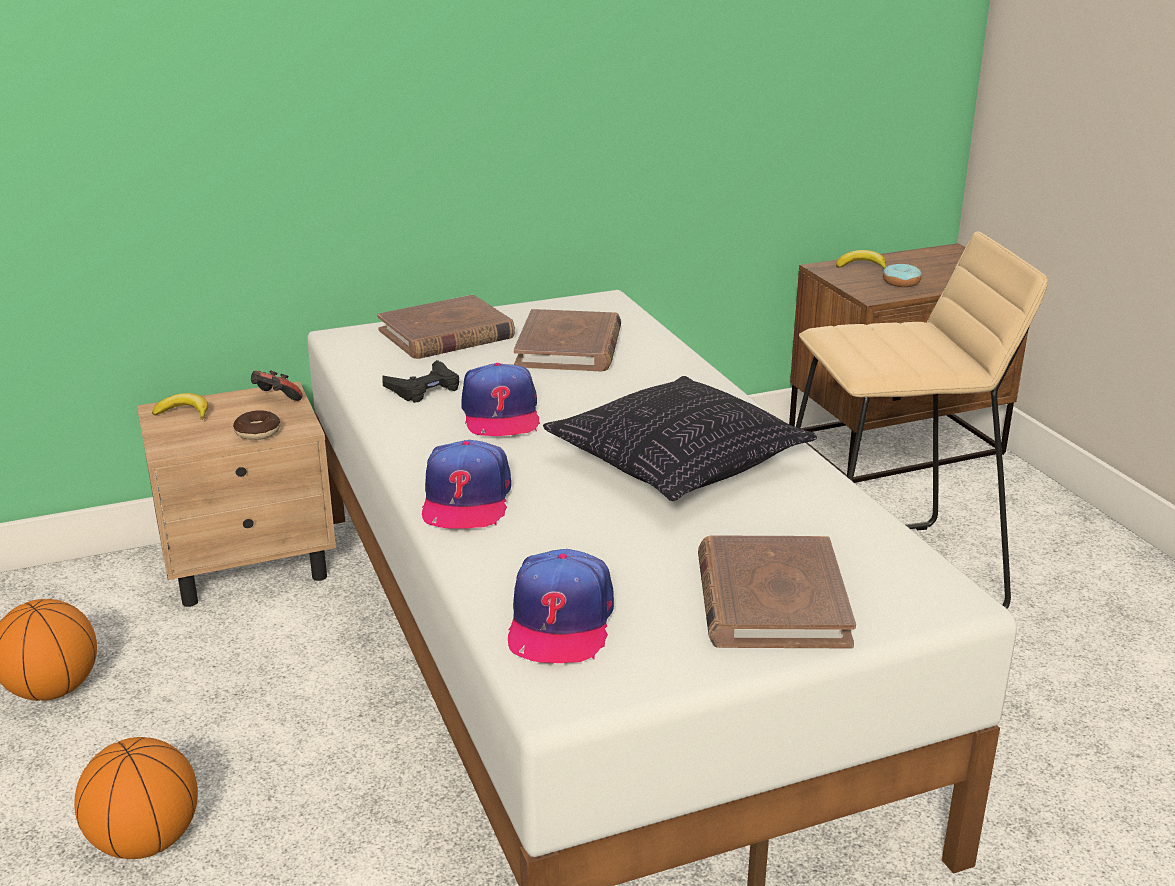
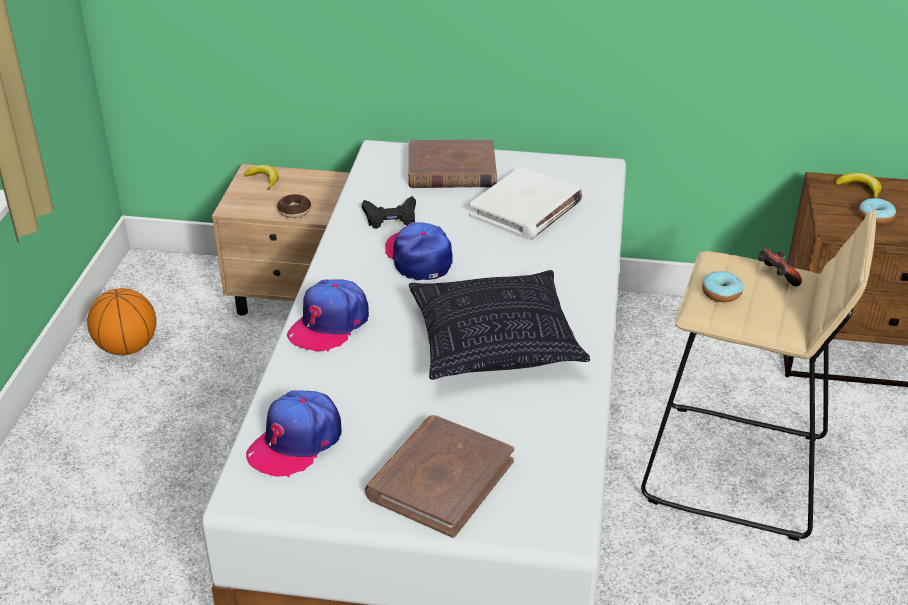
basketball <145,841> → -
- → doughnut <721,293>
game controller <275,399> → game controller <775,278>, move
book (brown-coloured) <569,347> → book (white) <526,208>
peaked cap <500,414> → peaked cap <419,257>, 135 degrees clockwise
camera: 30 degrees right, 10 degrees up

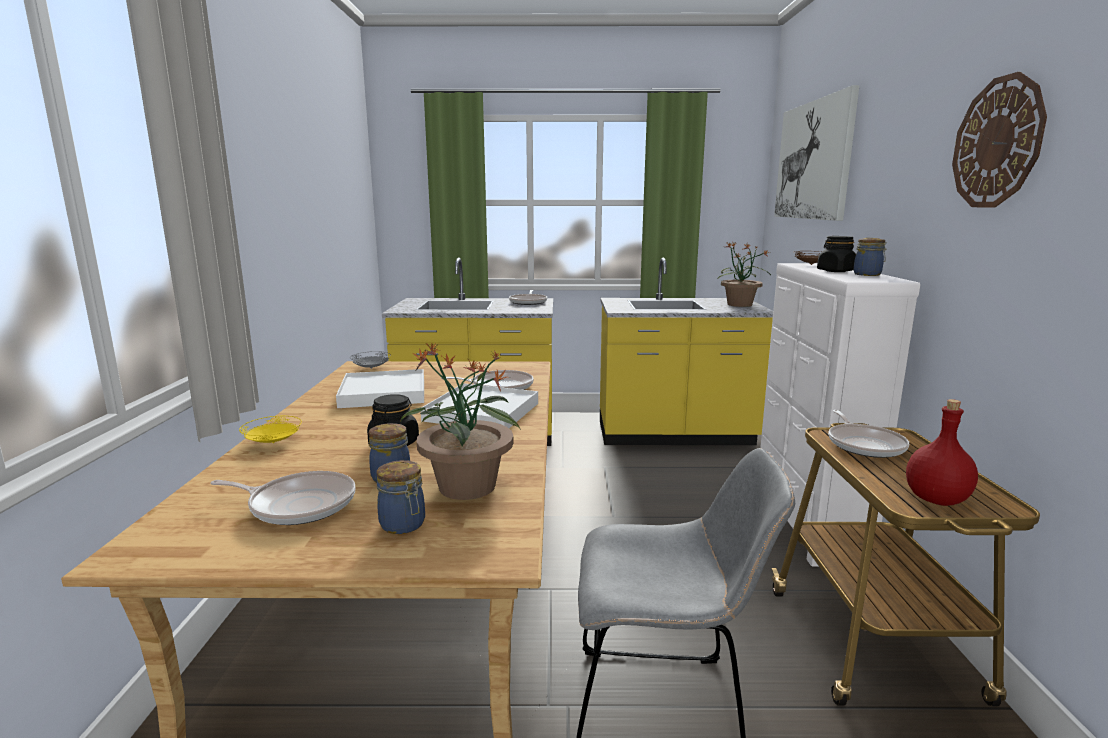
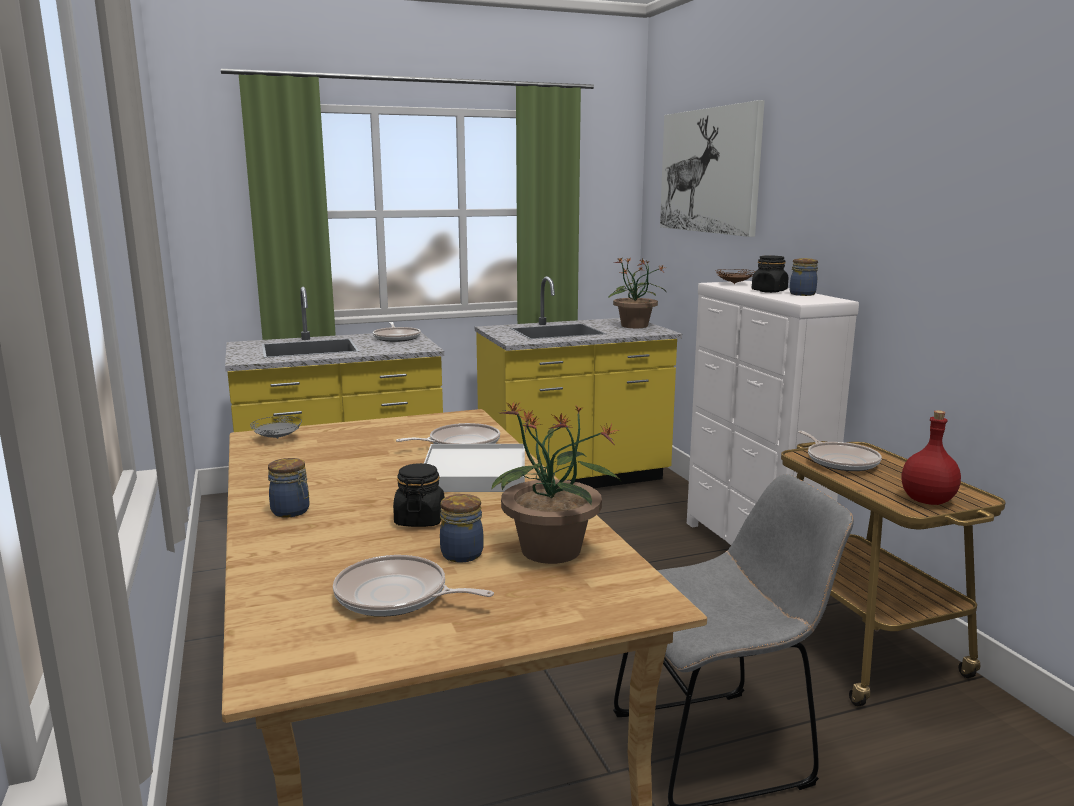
dinner plate (yellowish) <273,442> → -
tray (white) <384,393> → -
wall clock <997,143> → -
preserve jar <403,525> → preserve jar <292,511>, move
frying pan <298,505> → frying pan <396,596>, 150 degrees counterclockwise
camera: 20 degrees left, 0 degrees up

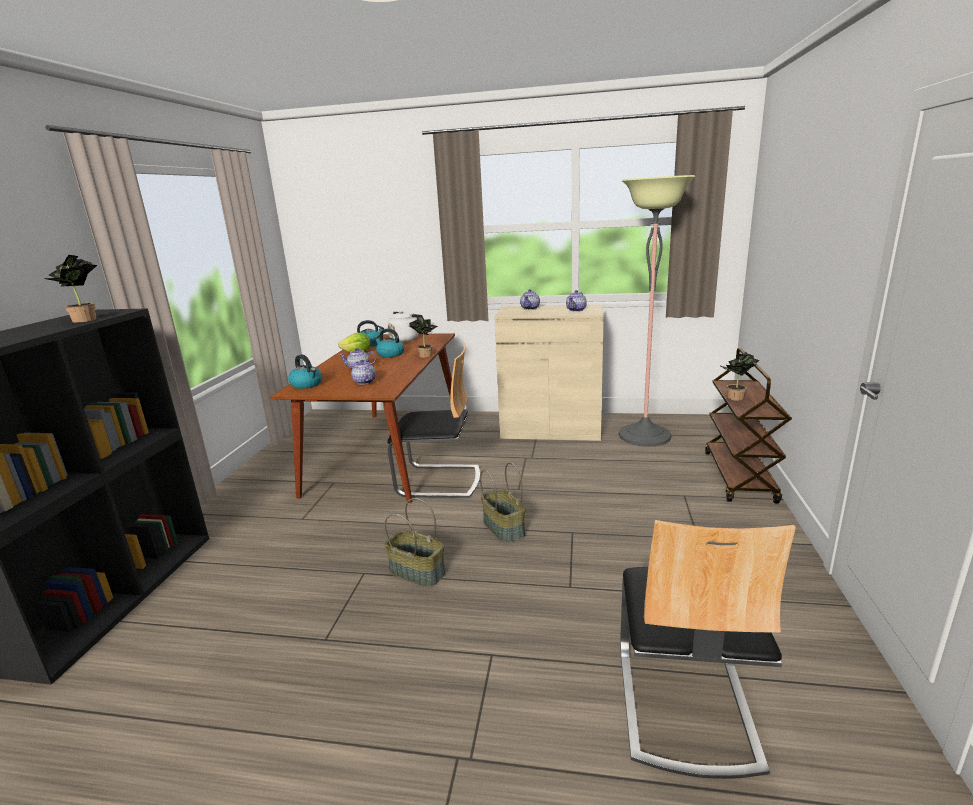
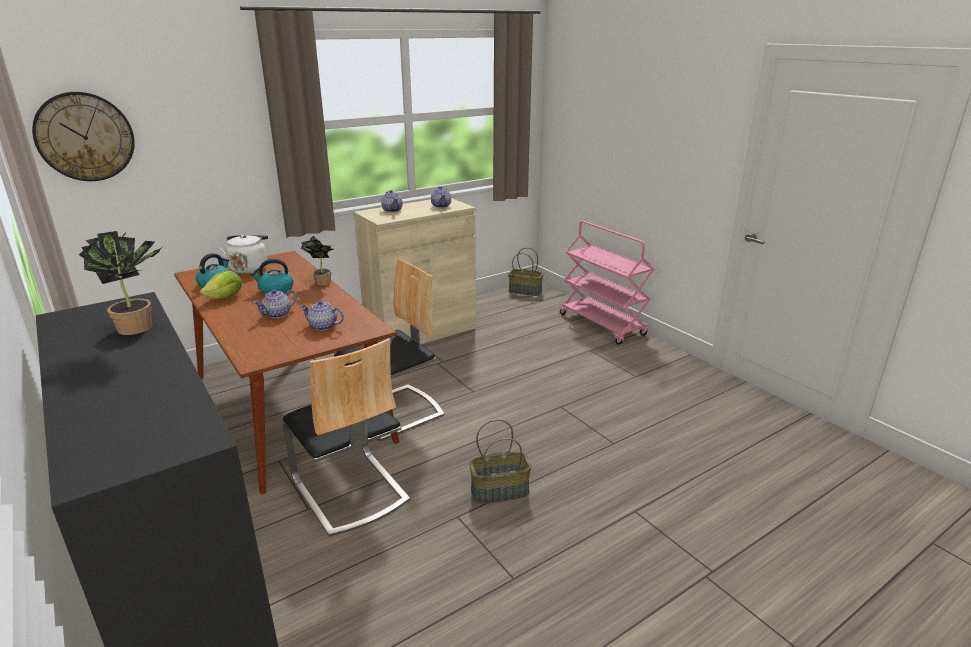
water kettle <307,384> → -
standard lamp <644,435> → -
houseplant <735,398> → -
- → wall clock <85,137>
household basket <504,528> → household basket <525,291>, move
chair <684,704> → chair <349,491>, move
cart (brown-coloured) <739,477> → cart (pink) <602,325>
camera: 45 degrees left, 5 degrees up

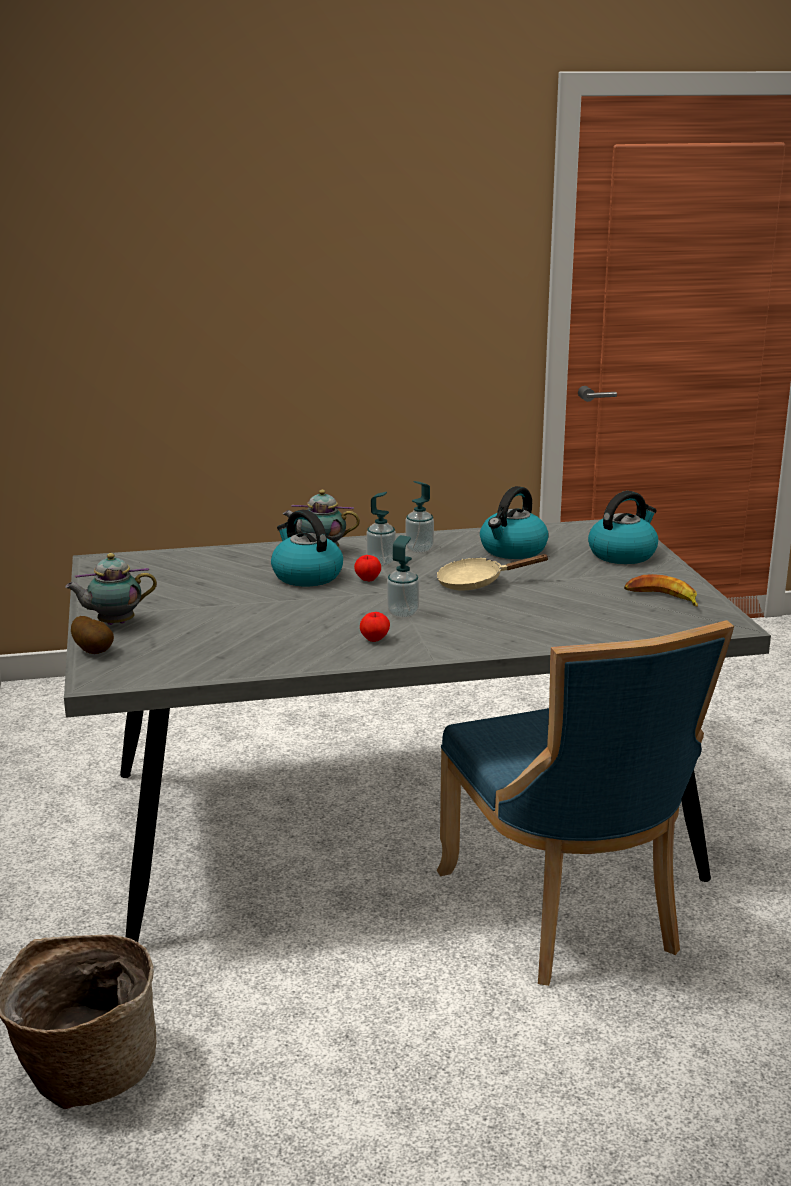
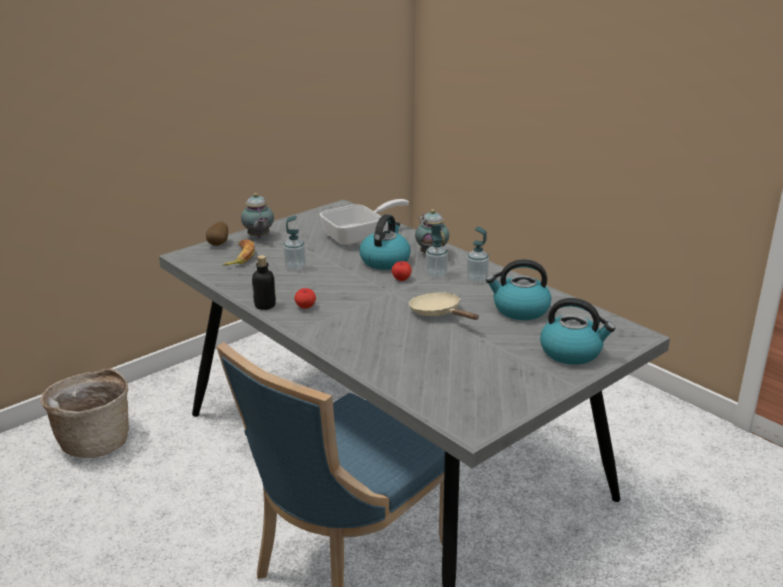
- → drink bottle <265,305>
- → frying pan <358,236>
soap dispenser <403,613> → soap dispenser <295,267>, move
whole banana <662,598> → whole banana <239,257>, move
pot for tea <113,624> → pot for tea <258,237>, 150 degrees counterclockwise
camera: 60 degrees right, 5 degrees up

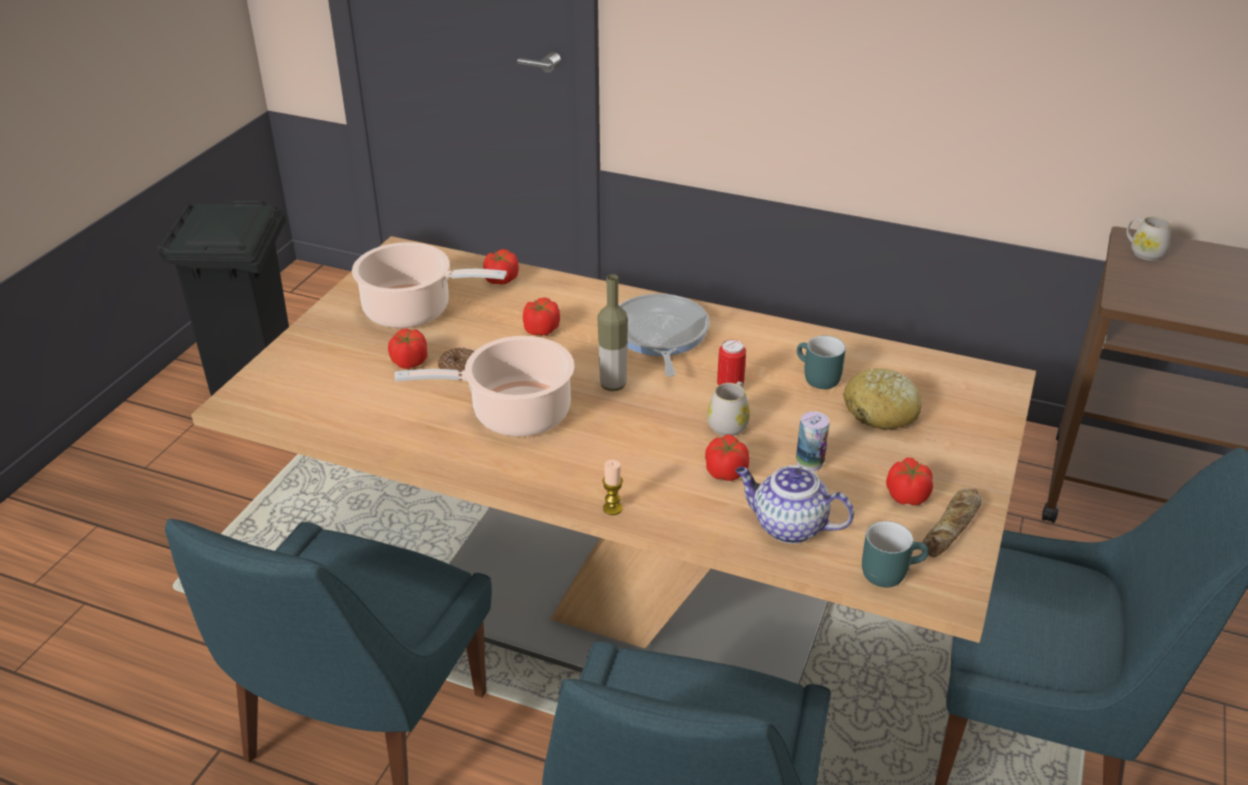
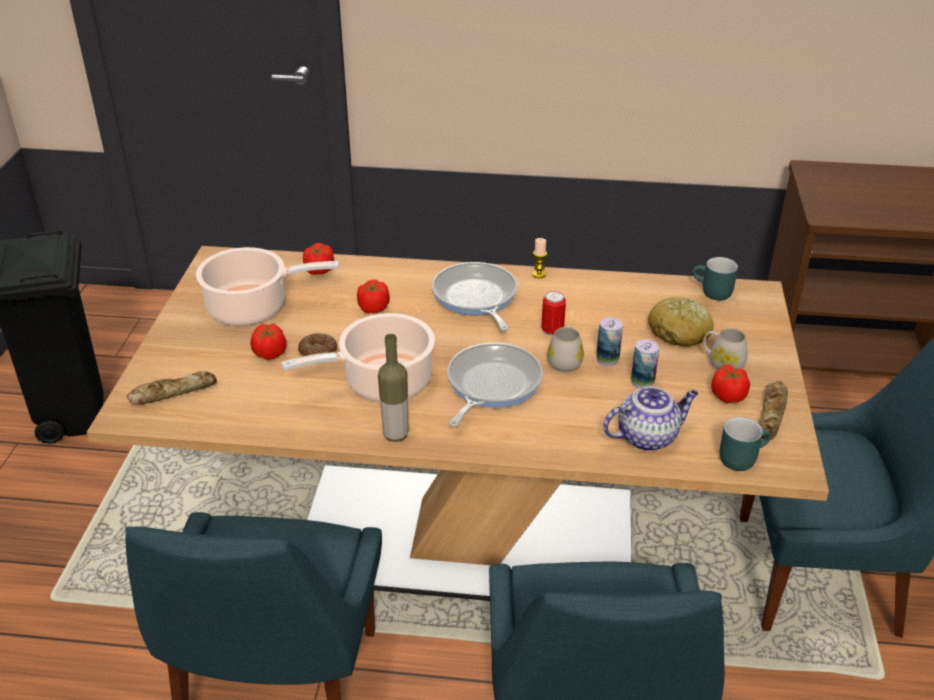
tomato <726,471> → -
- → baked bread <173,392>
- → frying pan <491,385>
- → can <607,359>
drink bottle <613,385> → drink bottle <395,435>, move
wax candle <612,508> → wax candle <539,274>, move
tea mug (turquoise-coloured) <815,378> → tea mug (turquoise-coloured) <711,293>, move
tea mug (white) <1143,252> → tea mug (white) <722,363>, move
pot for tea <788,526> → pot for tea <648,436>, 150 degrees clockwise
camera: 15 degrees left, 0 degrees up

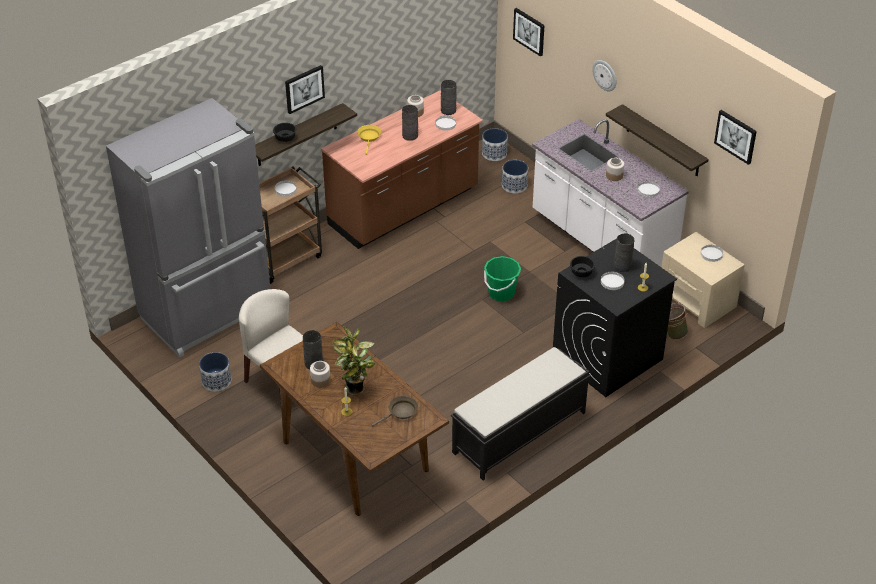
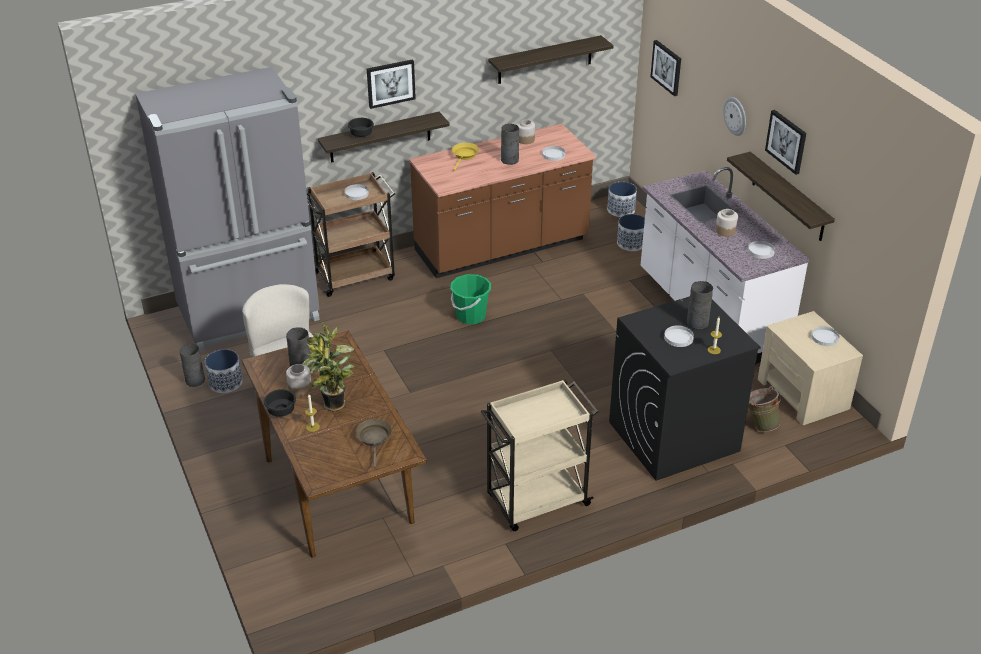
- → wall shelf <545,60>
vase (gray) <447,110> → vase (gray) <194,380>, move
pail (green) <501,293> → pail (green) <471,316>, move
serving bowl (black) <581,272> → serving bowl (black) <281,410>, move
picture <736,136> → picture <786,141>, move
long seat (black) <518,433> → cart (beige) <536,501>
frying pan (brown-coloured) <401,412> → frying pan (brown-coloured) <374,439>, 75 degrees counterclockwise
camera: 15 degrees right, 5 degrees down

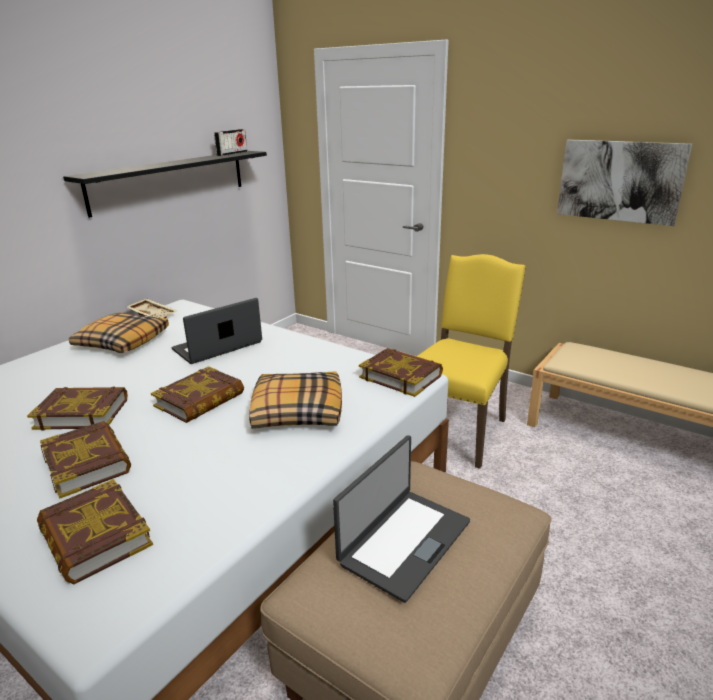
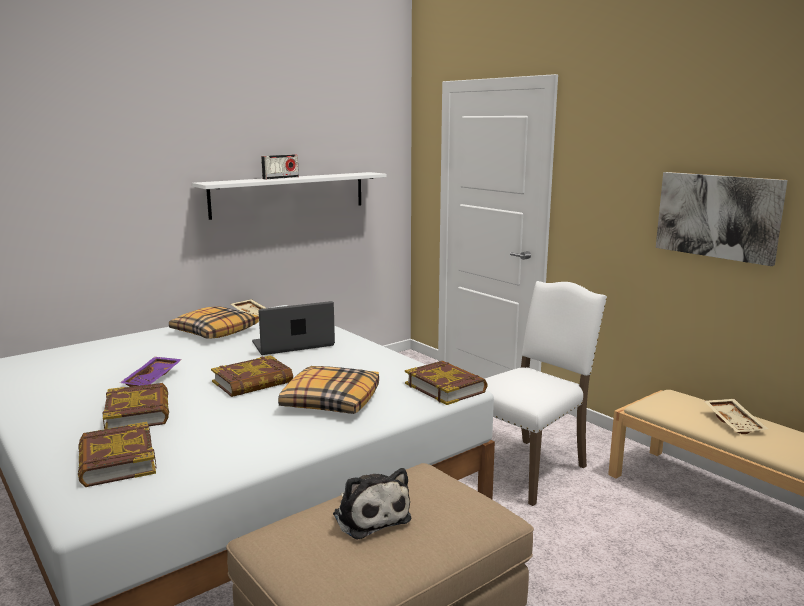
- → tray (beige) <735,422>
radio <232,153> → radio <280,178>, move
book <82,413> → tray (purple-coloured) <153,379>
laptop <404,541> → soft toy <370,515>
wall shelf (black) <170,181> → wall shelf (white) <289,194>
chair (yellowish) <458,430> → chair (white) <528,468>
camera: 15 degrees right, 10 degrees down

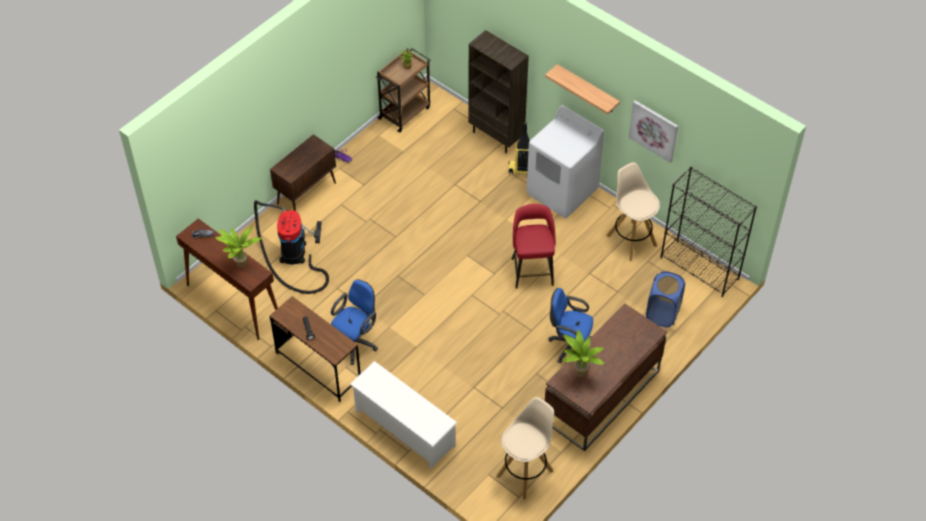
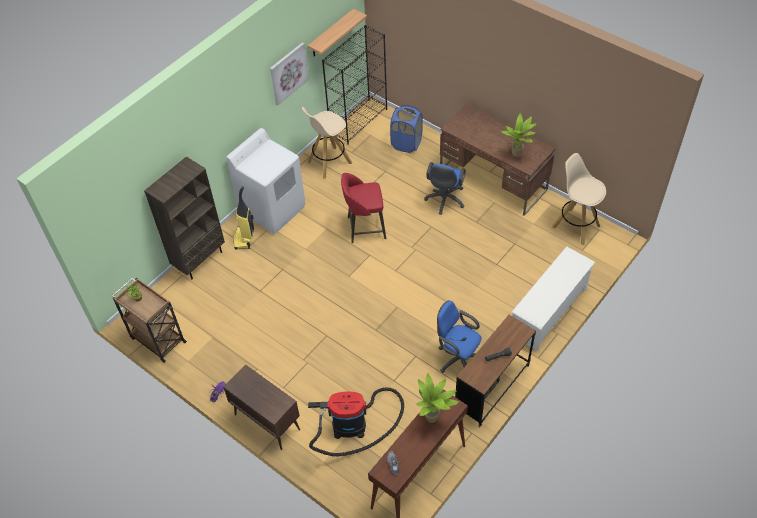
wall shelf <587,89> → wall shelf <331,34>, move
camera: 90 degrees left, 0 degrees up

